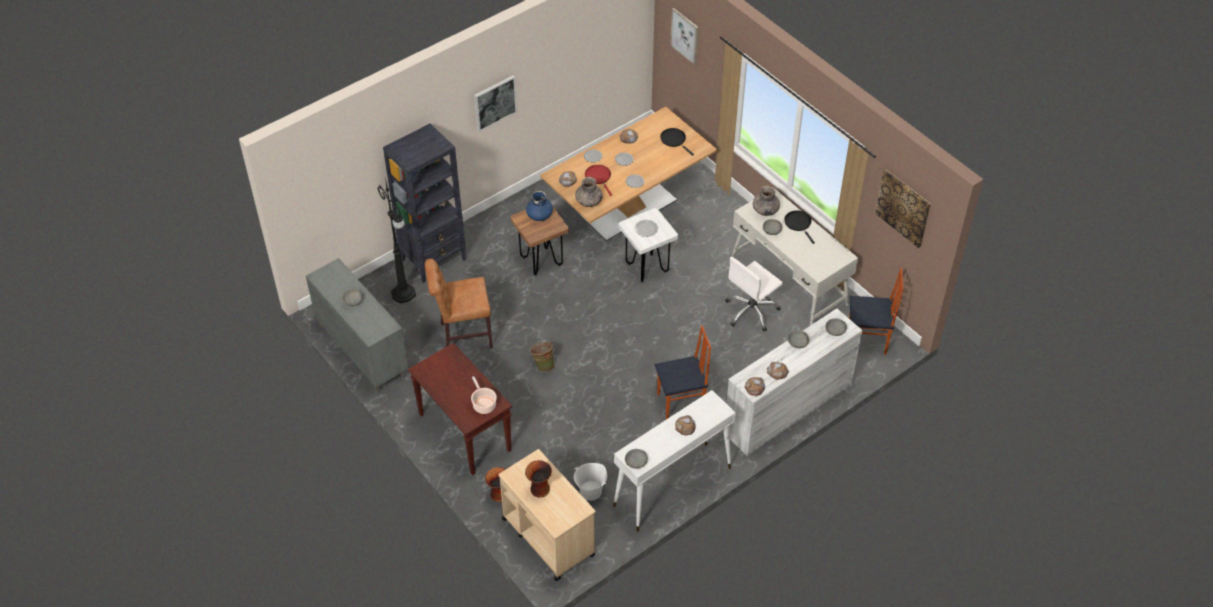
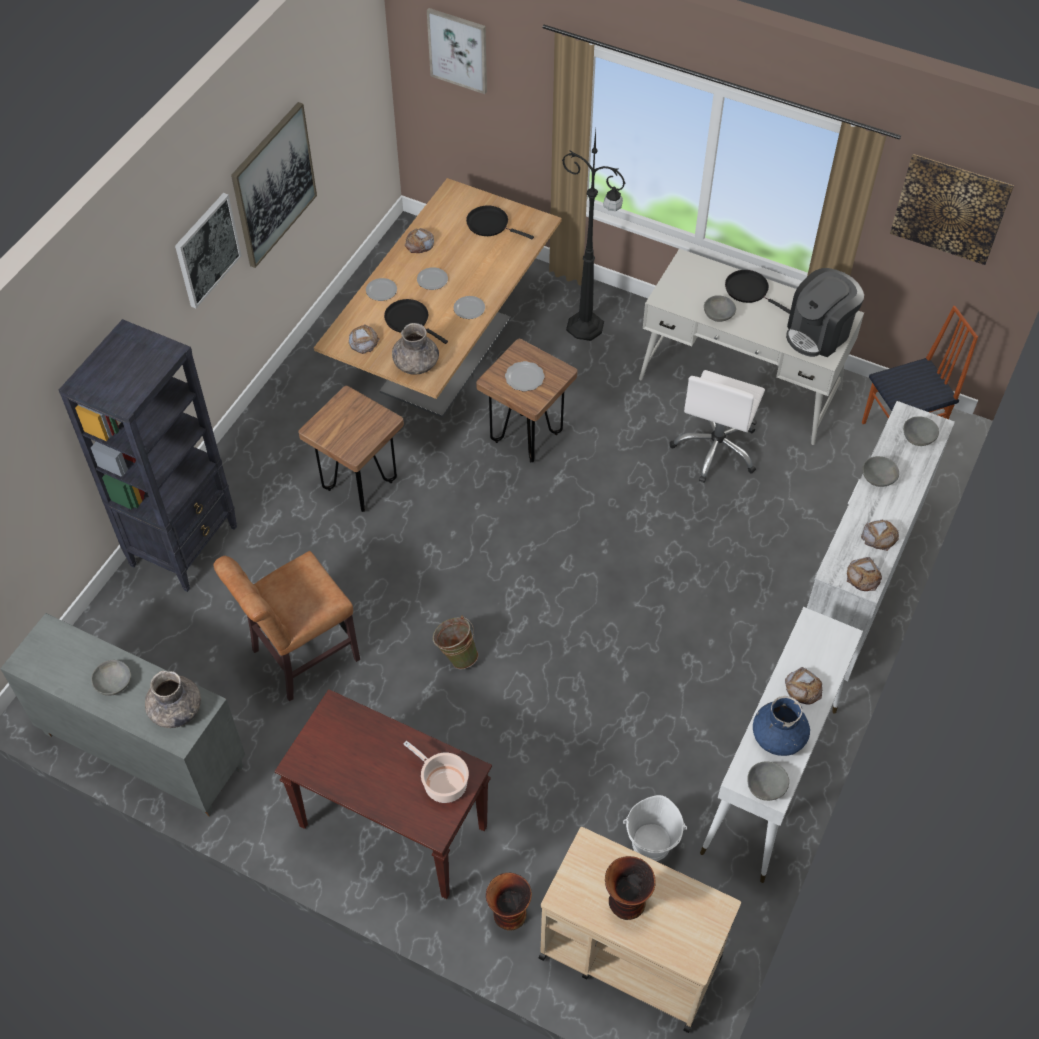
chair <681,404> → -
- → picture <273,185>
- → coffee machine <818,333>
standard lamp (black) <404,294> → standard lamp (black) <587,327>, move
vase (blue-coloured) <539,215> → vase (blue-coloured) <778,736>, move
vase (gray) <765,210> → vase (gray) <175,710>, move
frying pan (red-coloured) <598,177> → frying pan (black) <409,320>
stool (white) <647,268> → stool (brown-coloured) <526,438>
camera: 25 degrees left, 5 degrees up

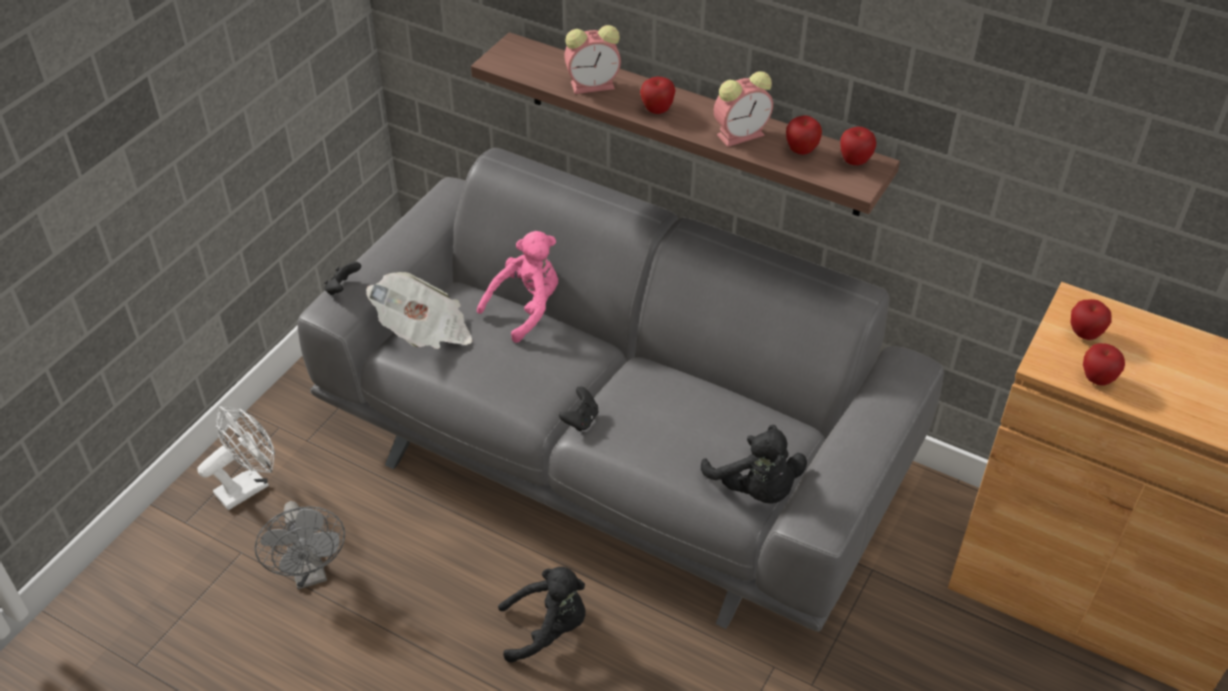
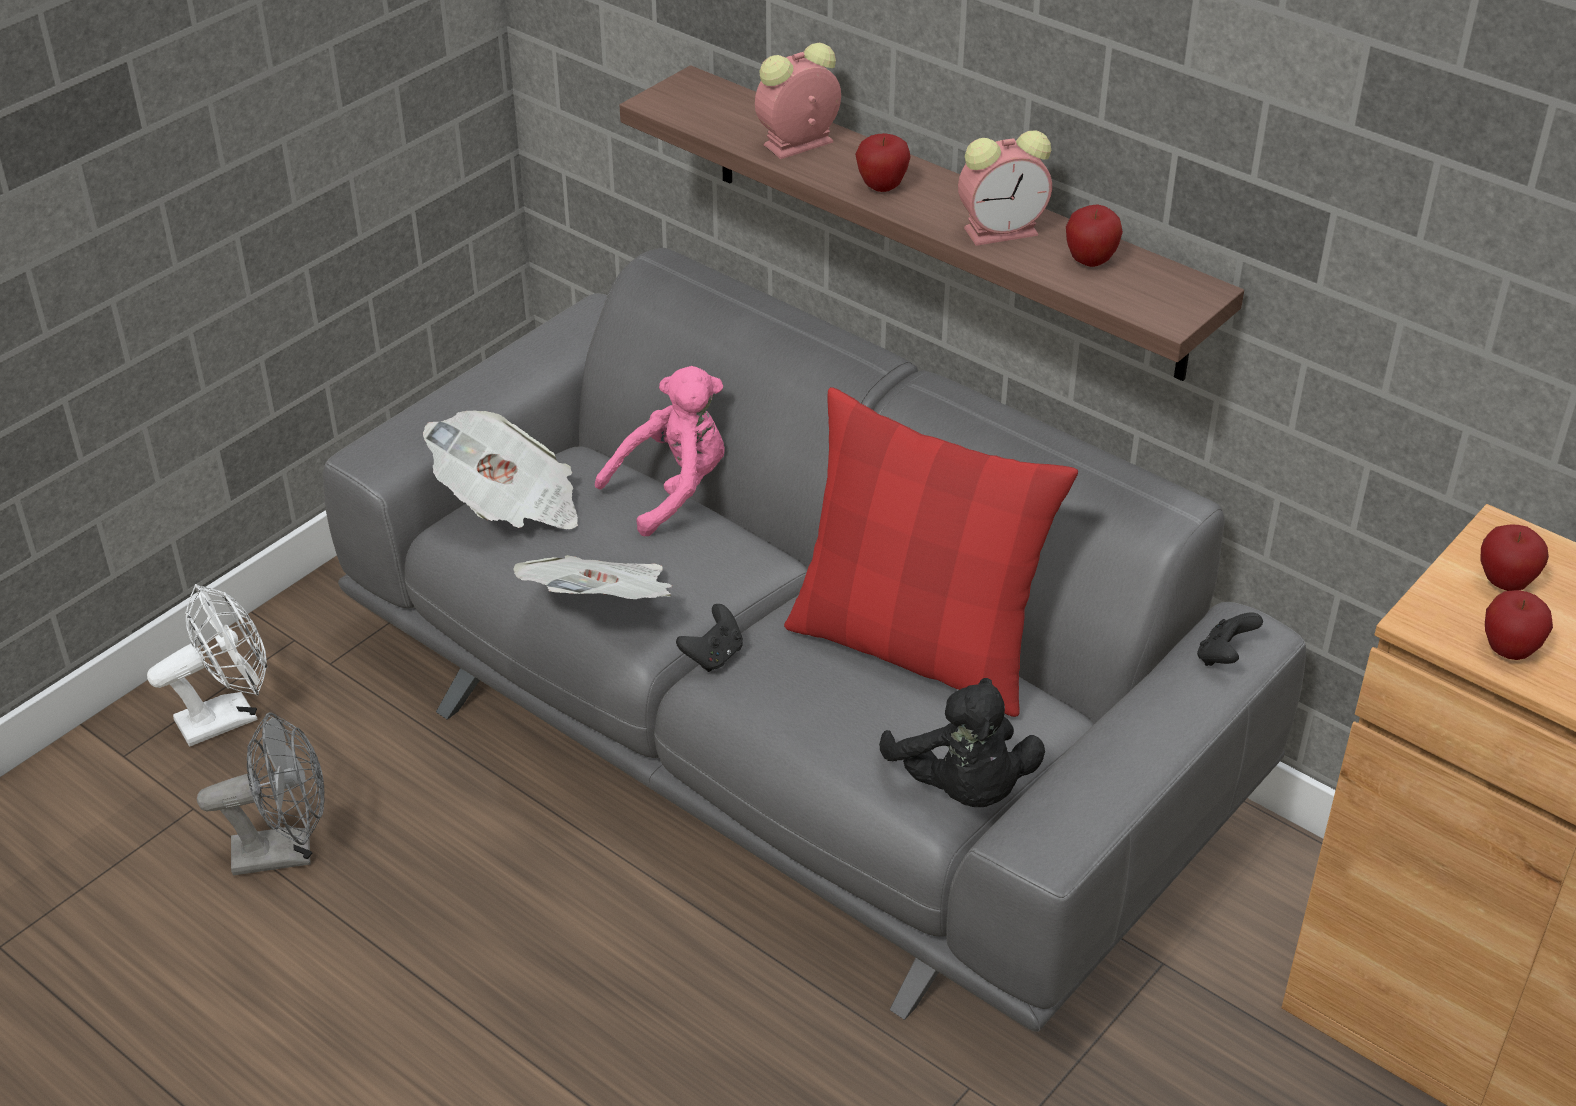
soft toy (black) <548,629> → -
apple fruit <855,161> → -
- → newspaper <603,608>
- → pillow (red-coloured) <916,648>
game controller (black) <343,288> → game controller (black) <1224,657>, move
electric fan (gray) <310,573> → electric fan (gray) <286,851>, 90 degrees counterclockwise
bedside clock <594,85> → bedside clock <796,145>, 150 degrees clockwise
camera: 10 degrees right, 5 degrees down

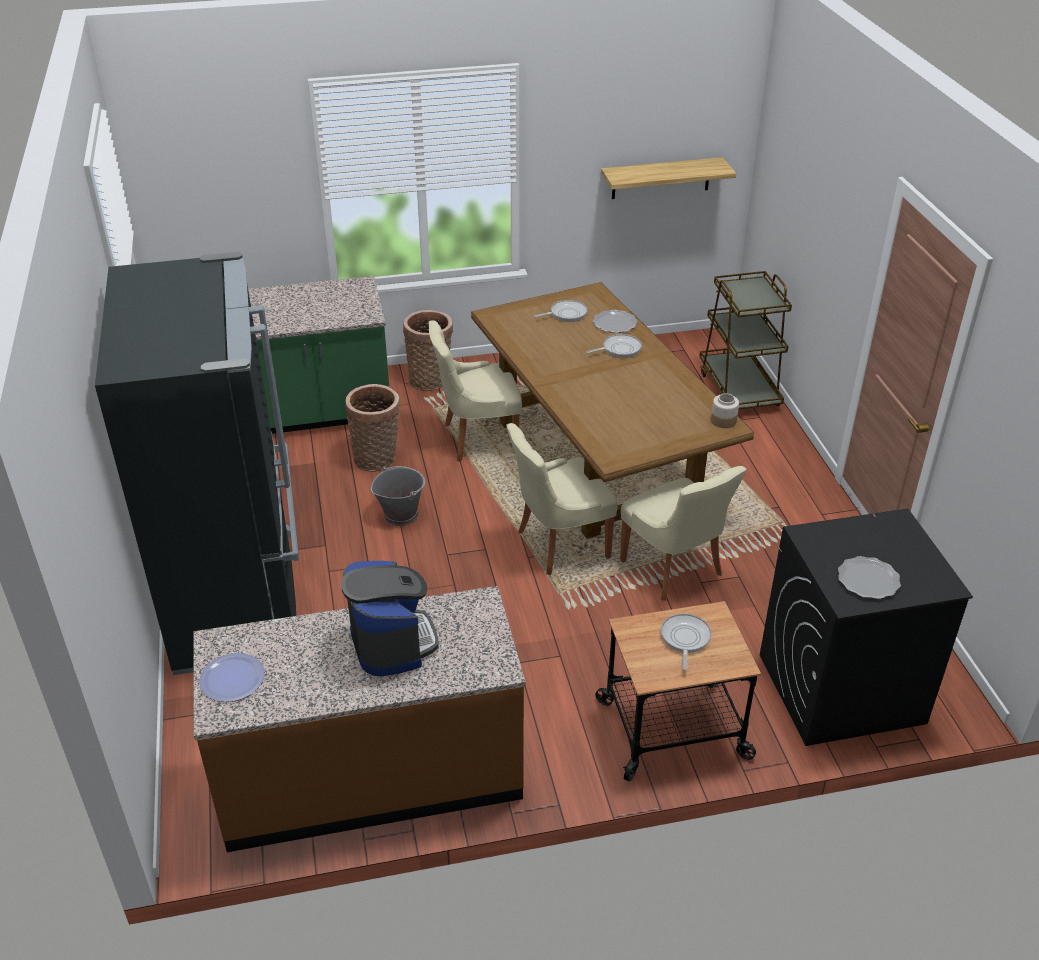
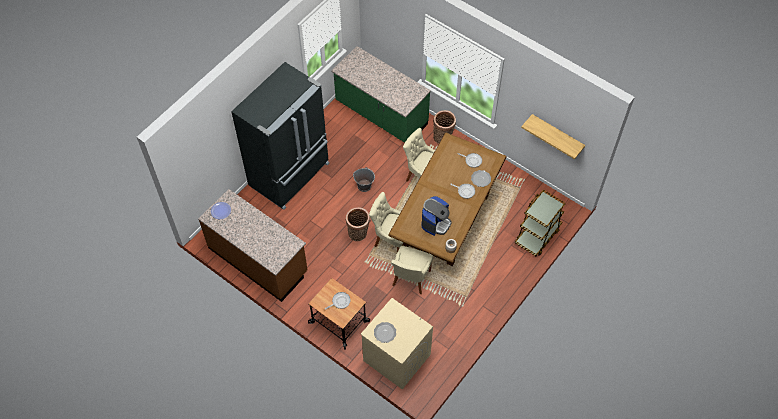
coffee machine <392,643> → coffee machine <435,223>, move
household basket <377,459> → household basket <358,234>, move
laundry appliance (black) <840,689> → laundry appliance (beige) <396,357>
camera: 50 degrees right, 20 degrees up

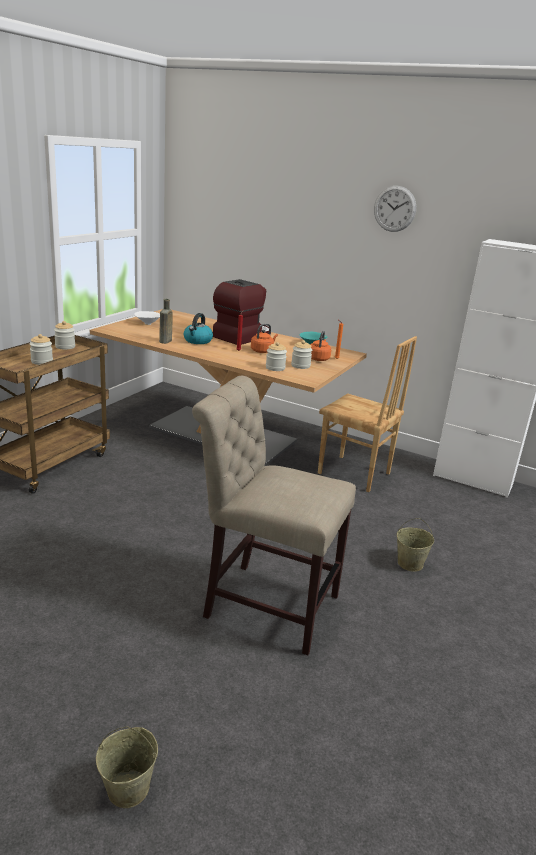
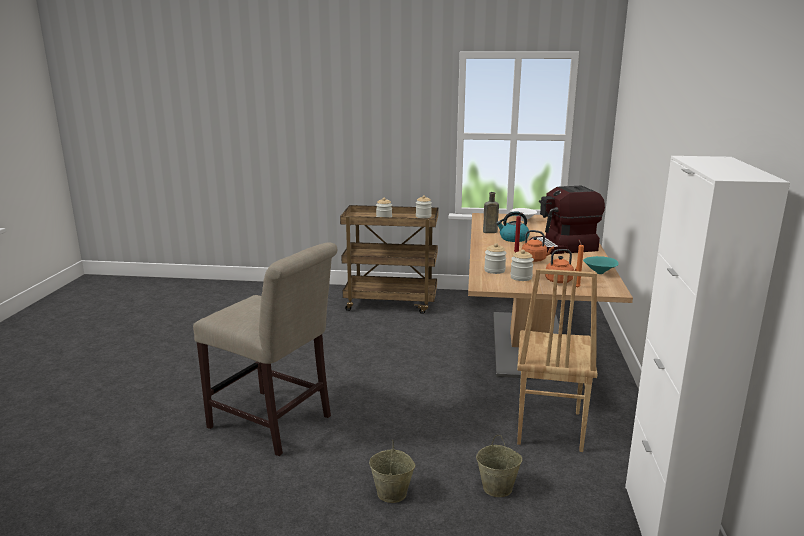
wall clock <394,209> → -
pail (beige) <129,788> → pail (beige) <498,488>, move
chair (beige) <265,603> → chair (beige) <275,424>, 120 degrees clockwise
coffee machine <242,336> → coffee machine <563,247>, 150 degrees clockwise
camera: 70 degrees right, 5 degrees down

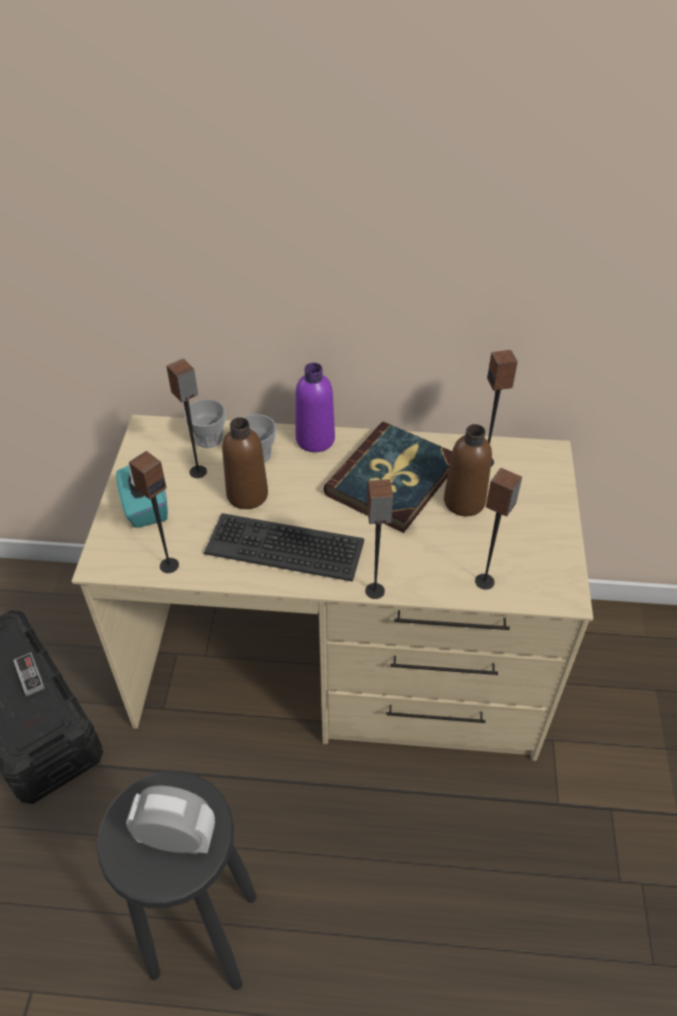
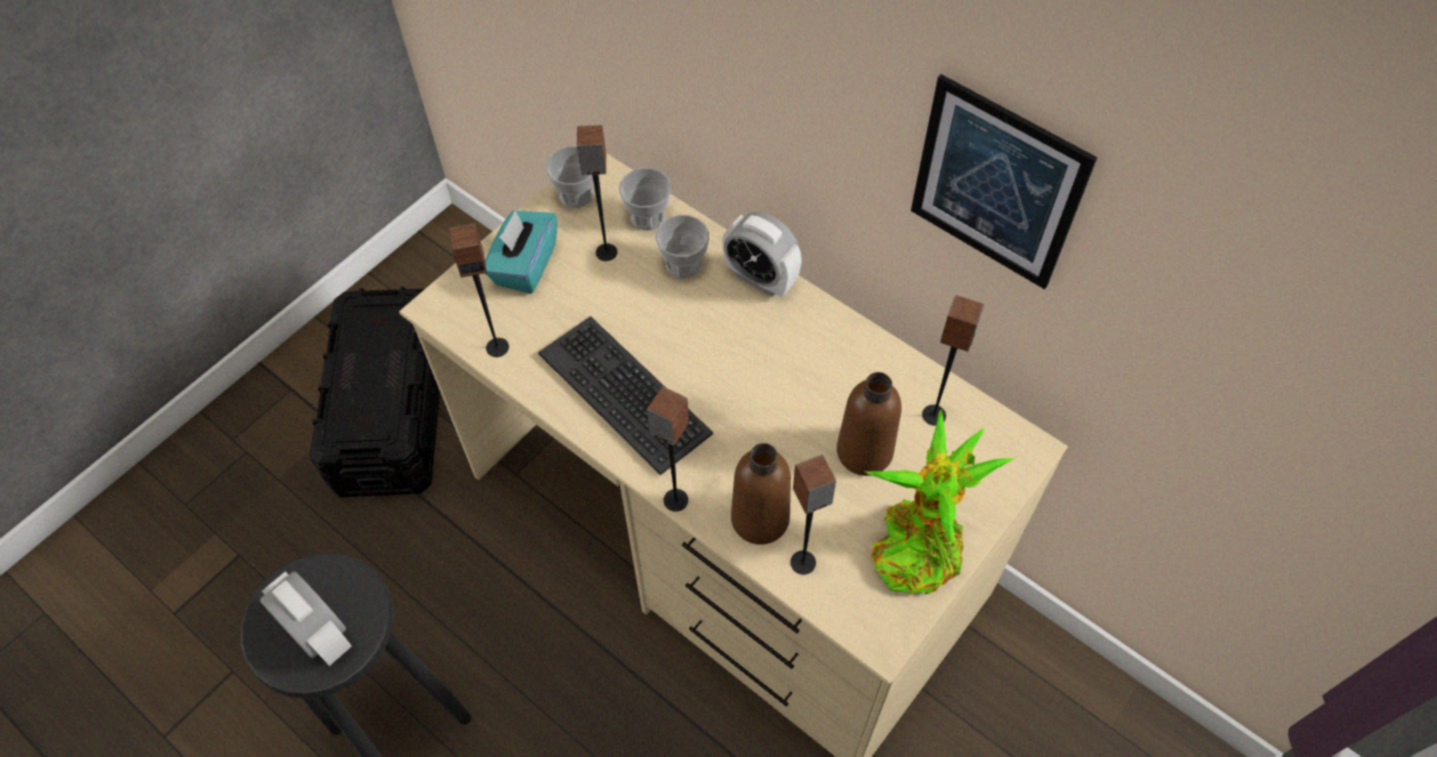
game controller <29,675> → -
book <392,480> → -
- → drinking cup <576,195>
- → houseplant <917,543>
- → picture <996,185>
drink bottle (brown-coloured) <247,495> → drink bottle (brown-coloured) <760,518>, move
drink bottle (purple-coloured) <315,439> → bedside clock <760,279>
camera: 35 degrees right, 10 degrees up

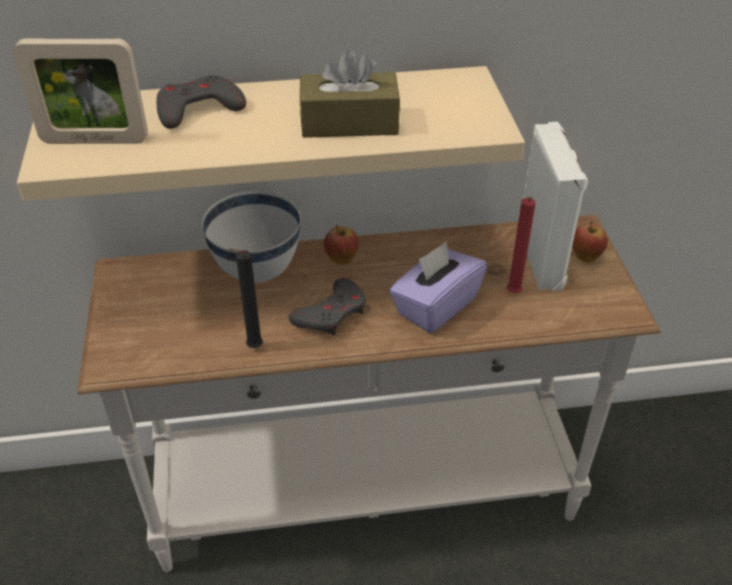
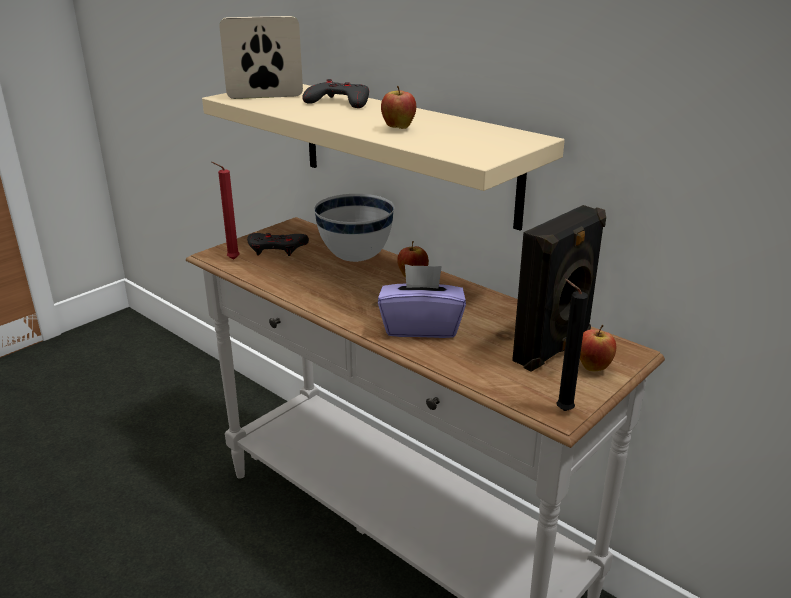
wax candle (black) <252,348> → wax candle (black) <561,410>, move
game controller (gray) <331,313> → game controller (gray) <277,249>, move
wax candle (red-coloured) <513,294> → wax candle (red-coloured) <231,259>, move
tissue box (brown-coloured) <349,123> → apple fruit <398,129>
loudspeaker (white) <542,259> → loudspeaker (black) <554,349>
picture frame <95,140> → picture frame <265,96>, 120 degrees clockwise
camera: 50 degrees right, 15 degrees down

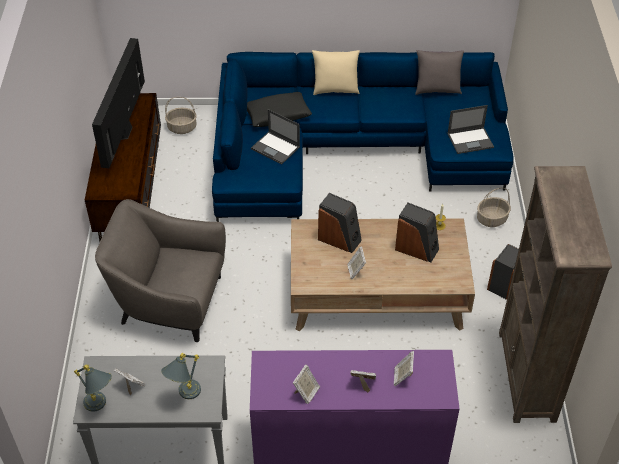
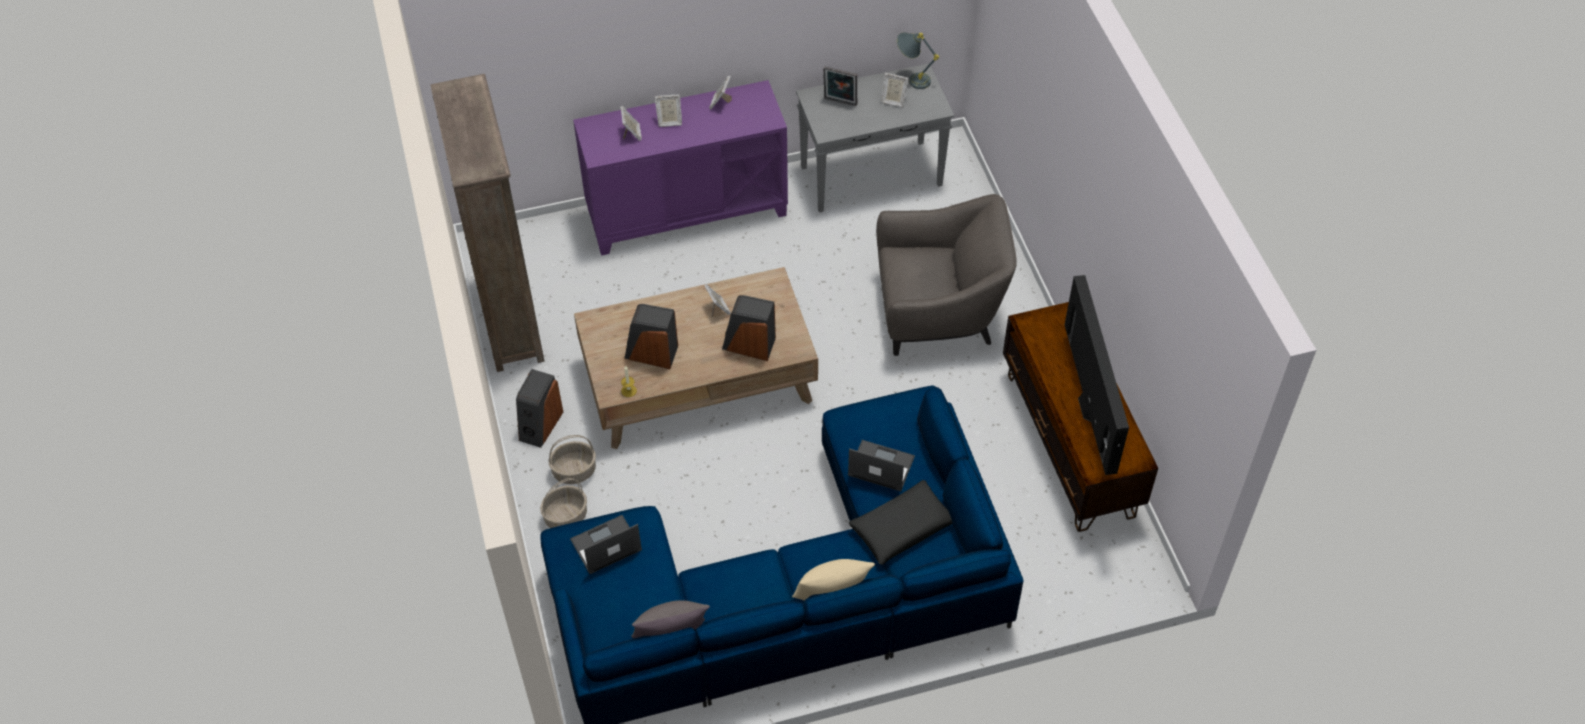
household basket <181,128> → household basket <574,470>, move
lamp for a table (gray) <184,395> → picture frame <840,102>
camera: 165 degrees right, 5 degrees up

